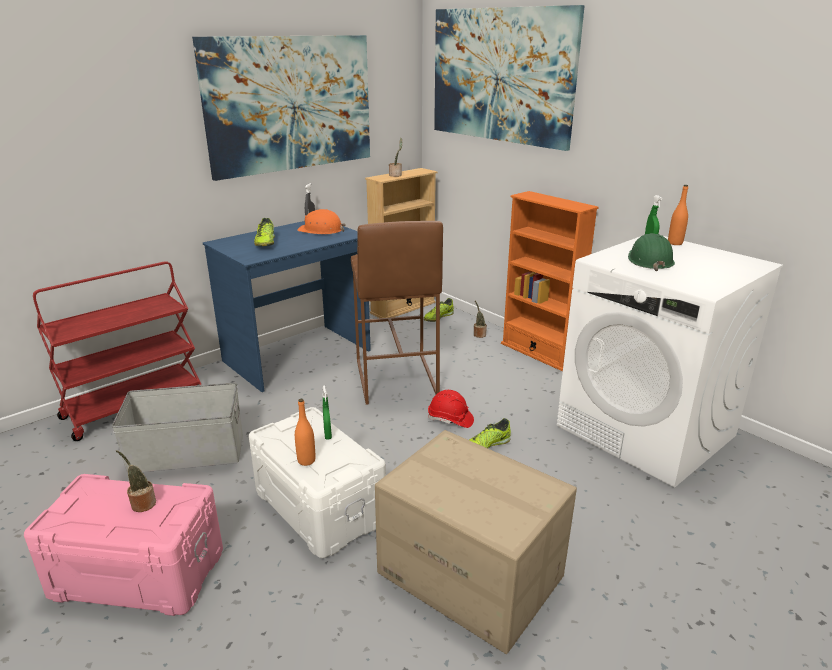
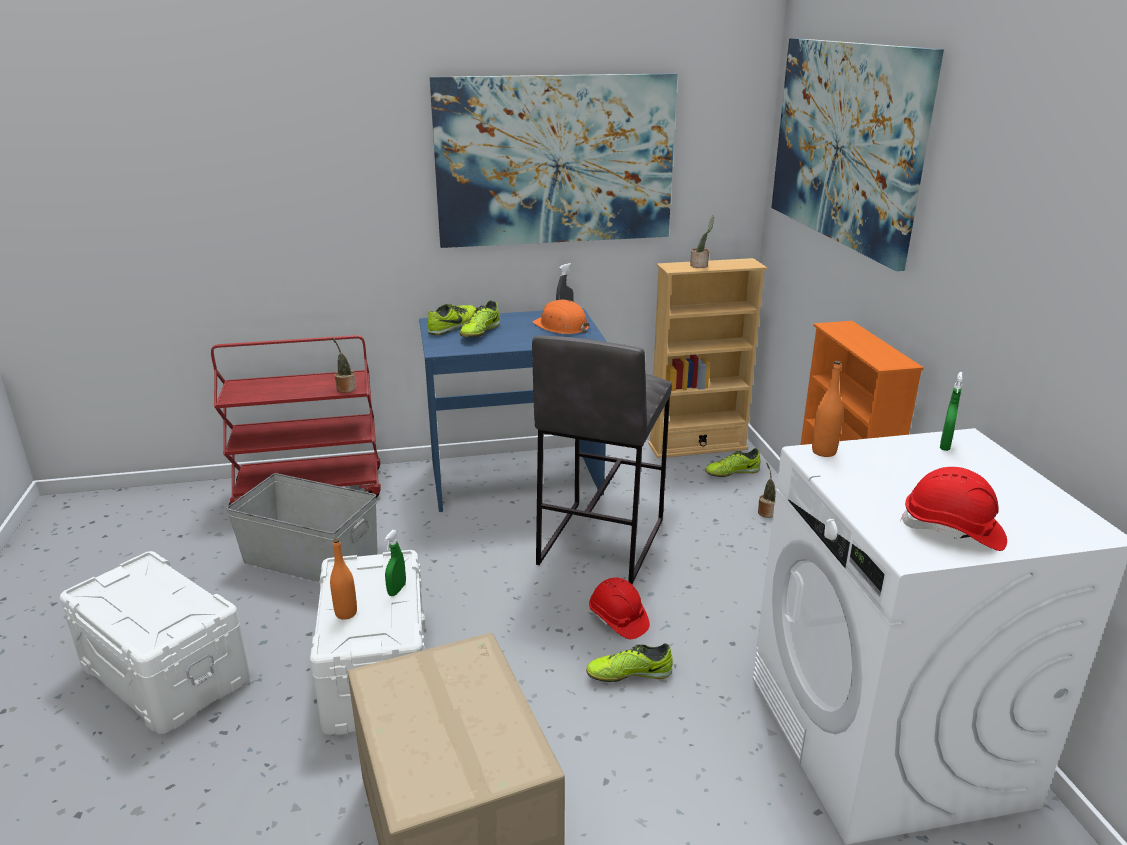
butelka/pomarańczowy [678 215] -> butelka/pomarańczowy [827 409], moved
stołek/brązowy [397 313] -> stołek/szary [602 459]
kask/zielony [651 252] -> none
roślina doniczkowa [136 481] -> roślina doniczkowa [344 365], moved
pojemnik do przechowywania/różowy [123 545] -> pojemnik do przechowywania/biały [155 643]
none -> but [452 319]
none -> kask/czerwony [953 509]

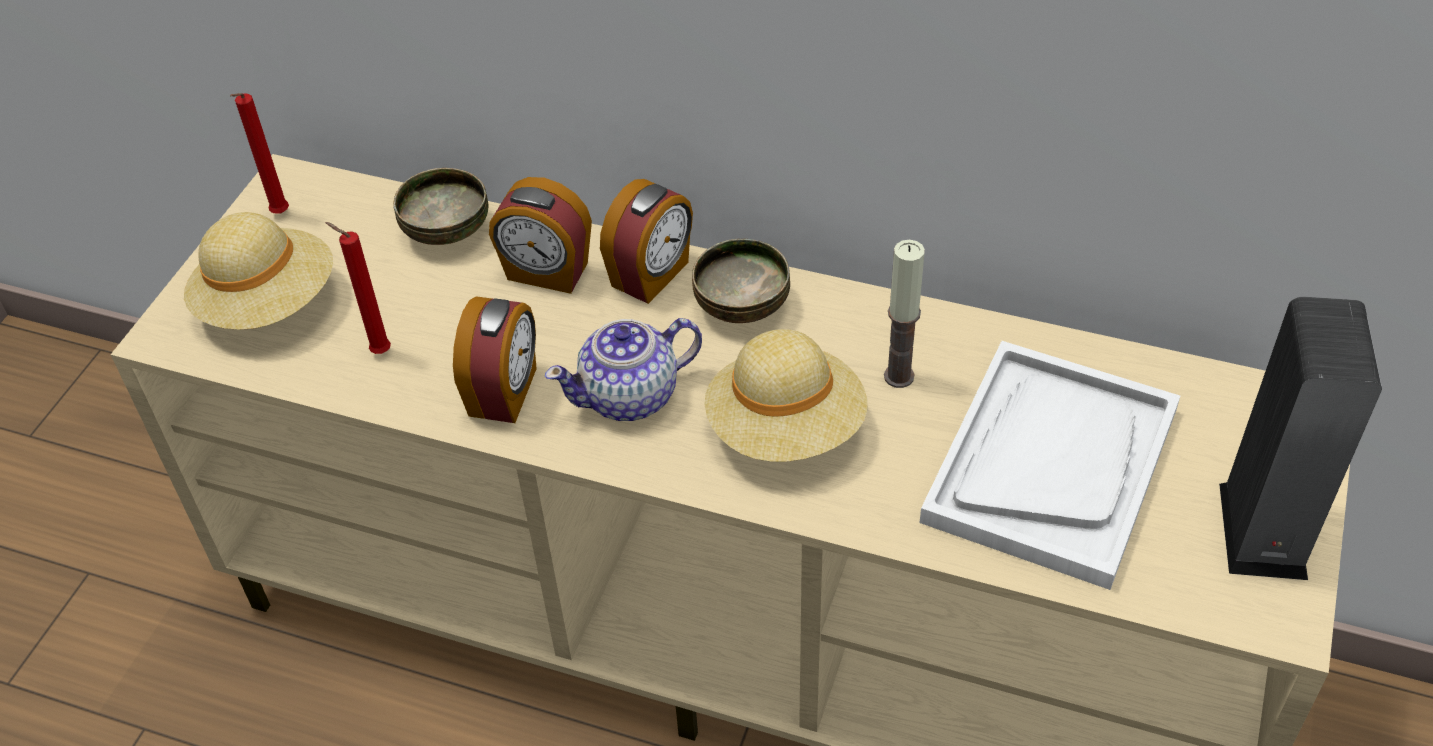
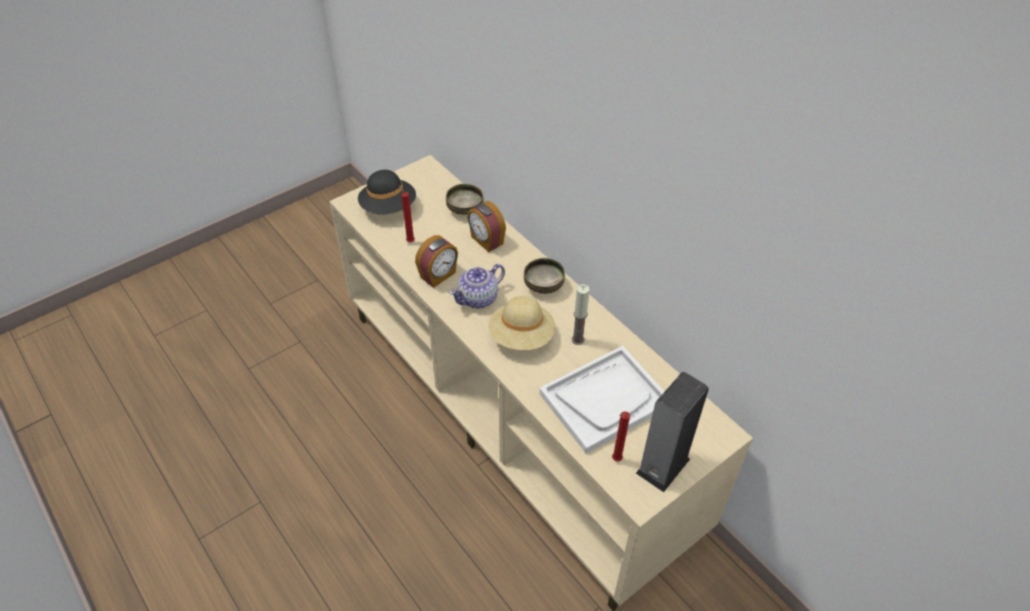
świeca/czerwony [259 153] -> świeca/czerwony [621 436], moved
budzik [646 241] -> none
kapelusz/beżowy [258 271] -> kapelusz/czarny [387 192]
imbryk [623 369] -> imbryk [477 286], 45 degrees counterclockwise

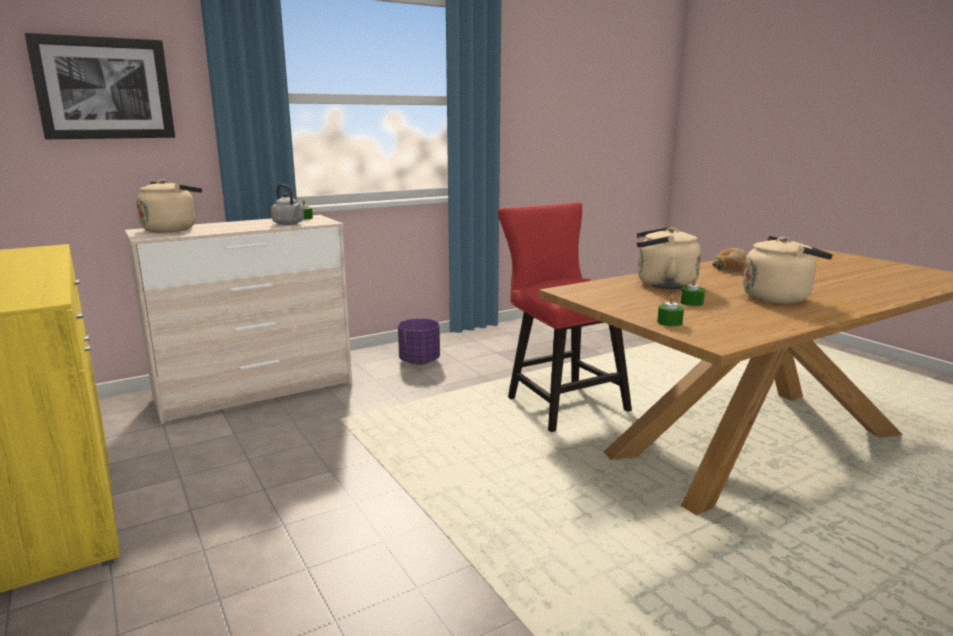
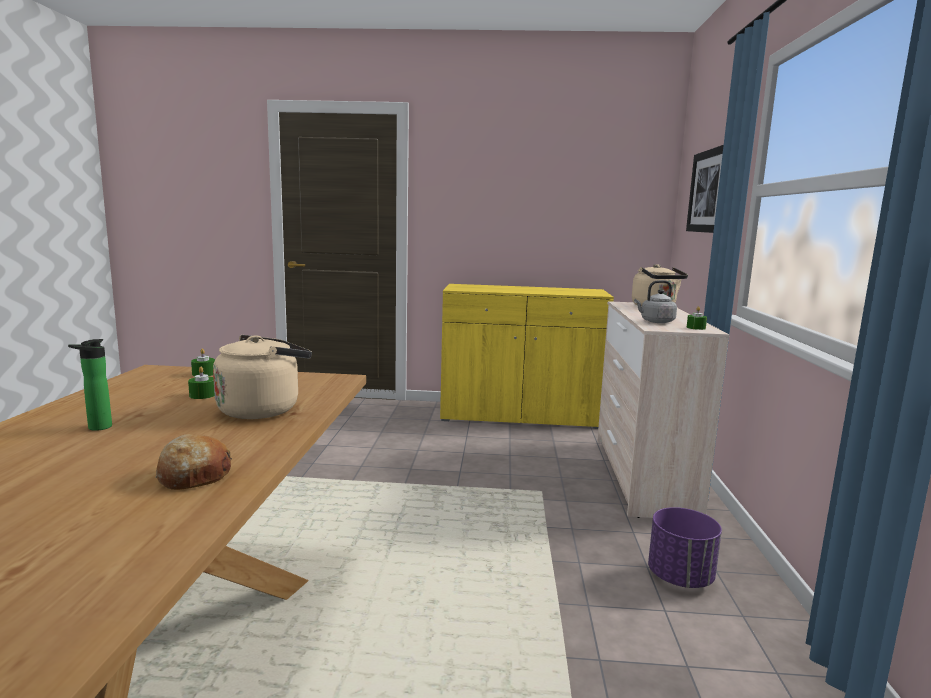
krzesło/czerwony [565 317] -> none
czajnik/beżowy [788 270] -> butelka [90 385]

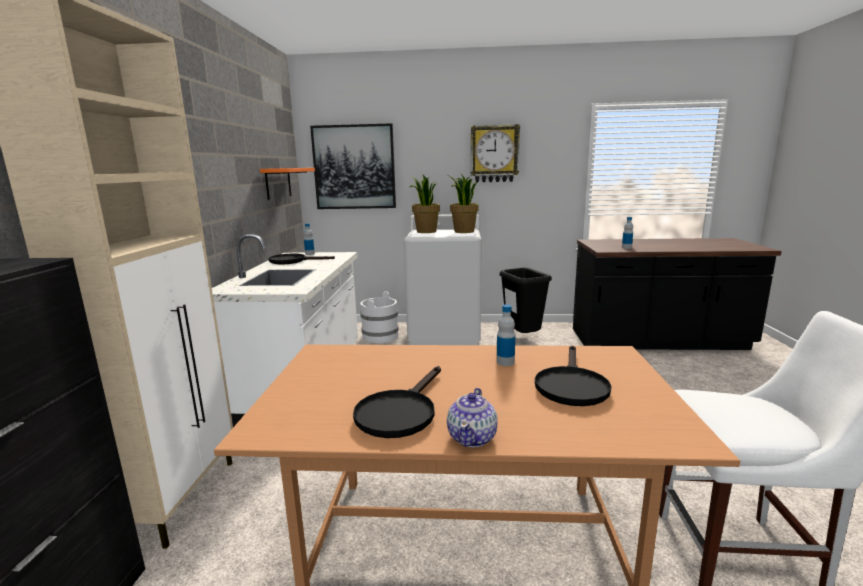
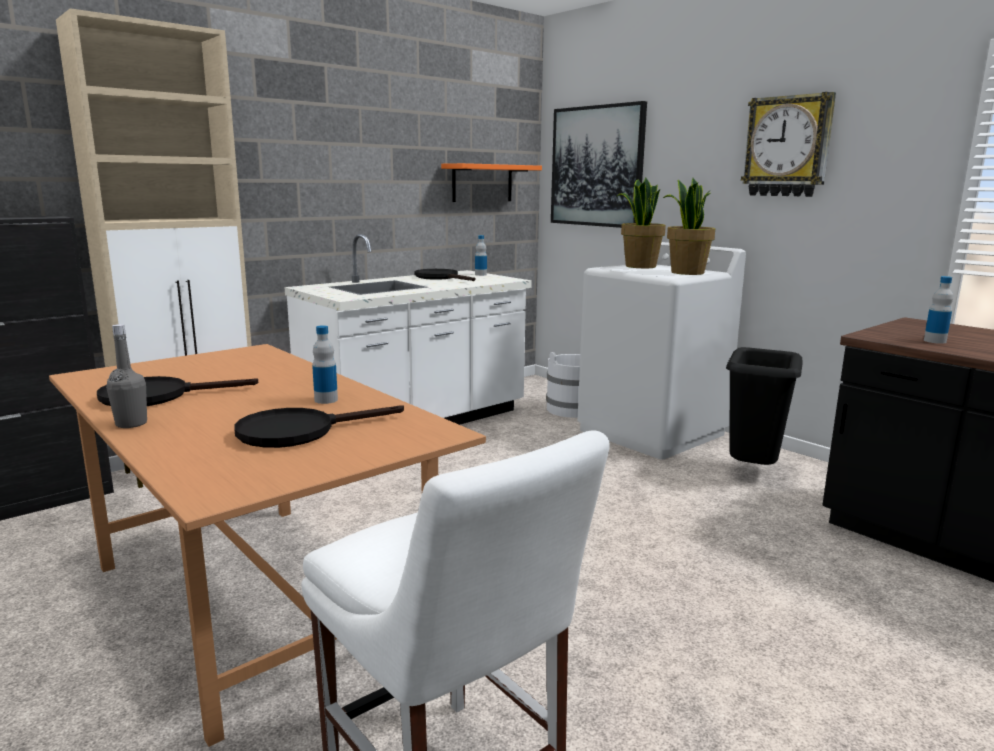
imbryk [472 417] -> butelka/szary [126 376]

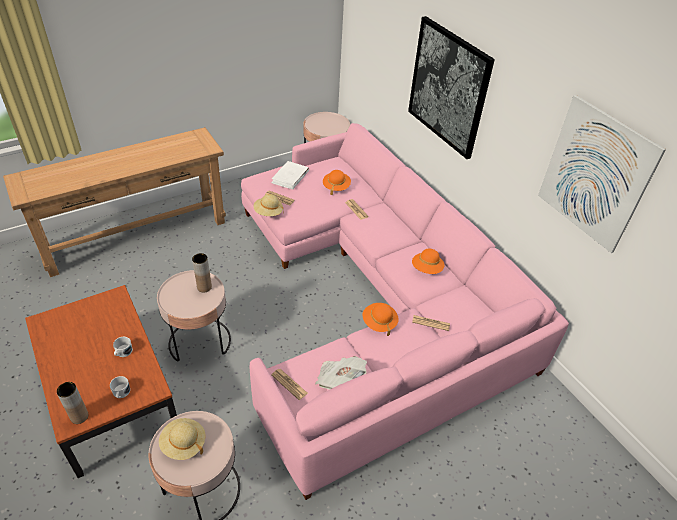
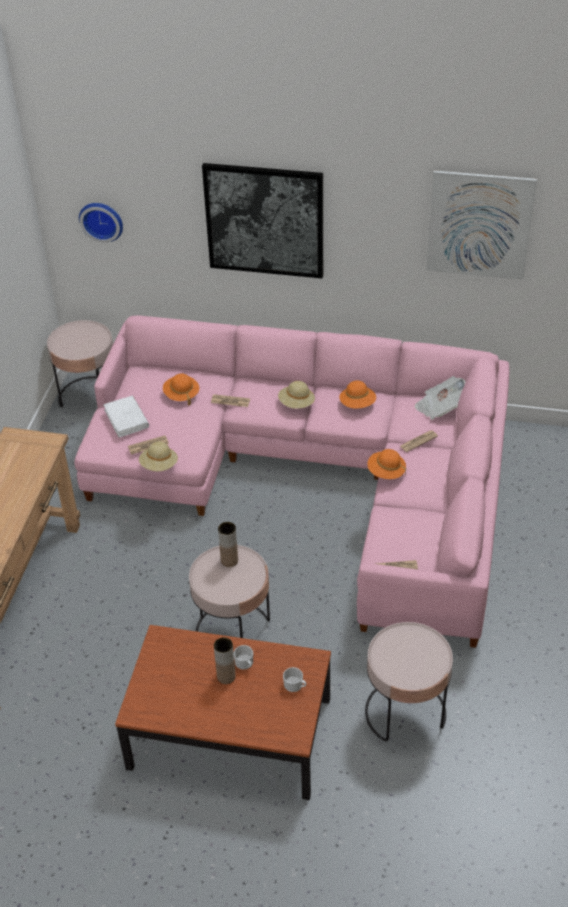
gazeta [341 373] -> gazeta [440 398], moved
wazon/brązowy [73 403] -> wazon/brązowy [225 660], moved
kapelusz/beżowy [182 439] -> kapelusz/beżowy [296 395], moved
none -> zegar ścienny [101 223]

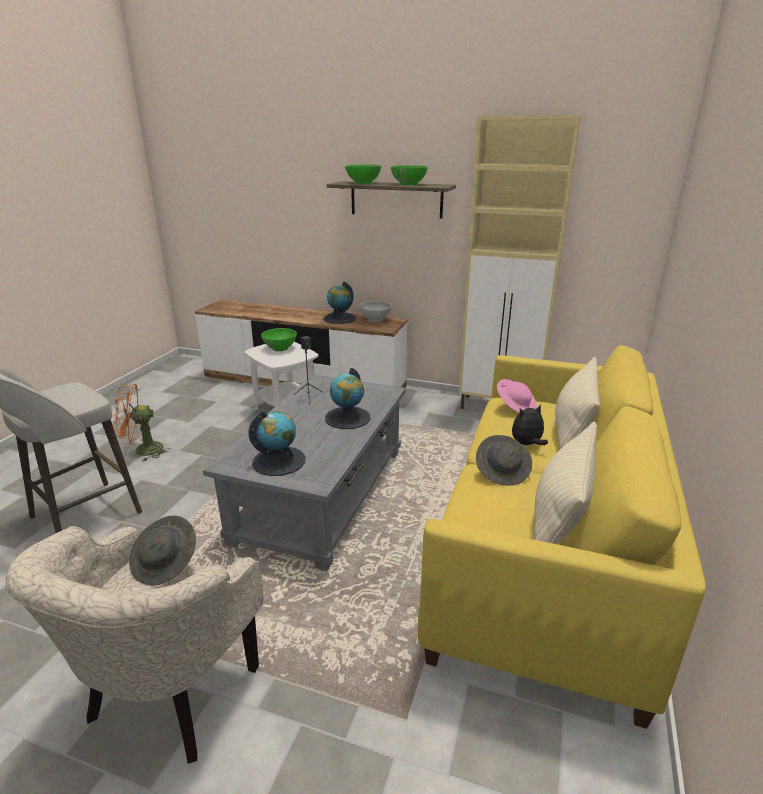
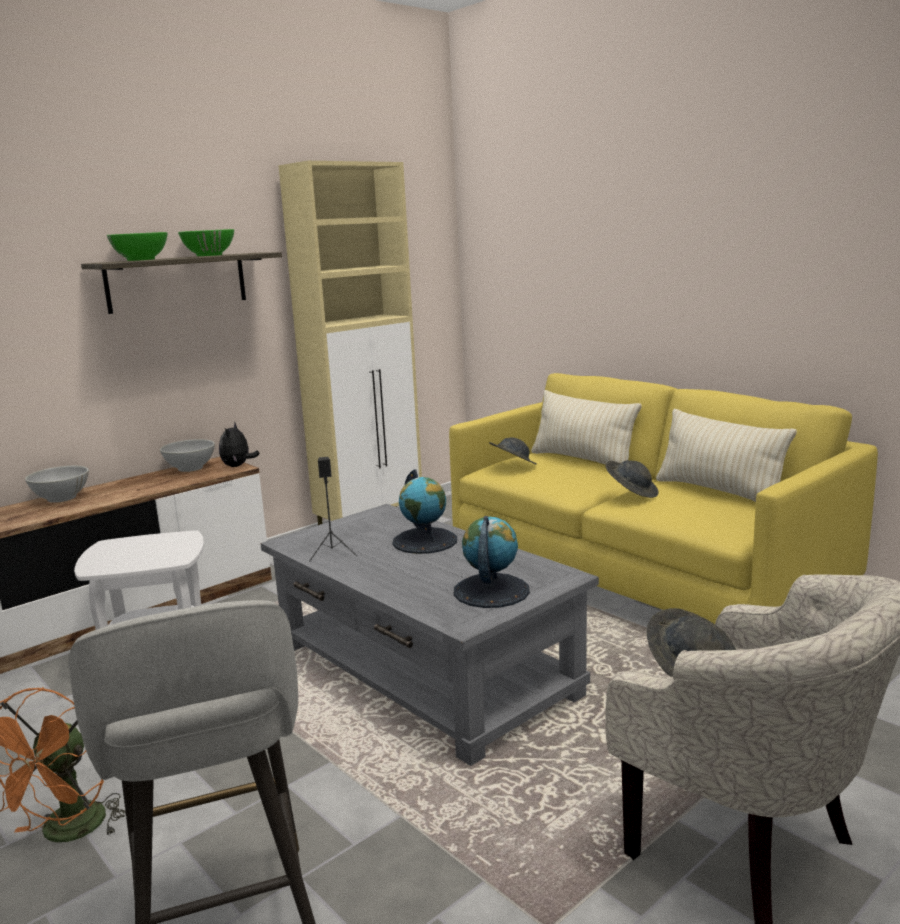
globus [339 303] -> none
miska/zielony [279 339] -> none
kapelusz/różowy [517 396] -> kapelusz/szary [513 451]
pluszak [530 424] -> pluszak [239 445], moved
none -> miska/biały [57 484]

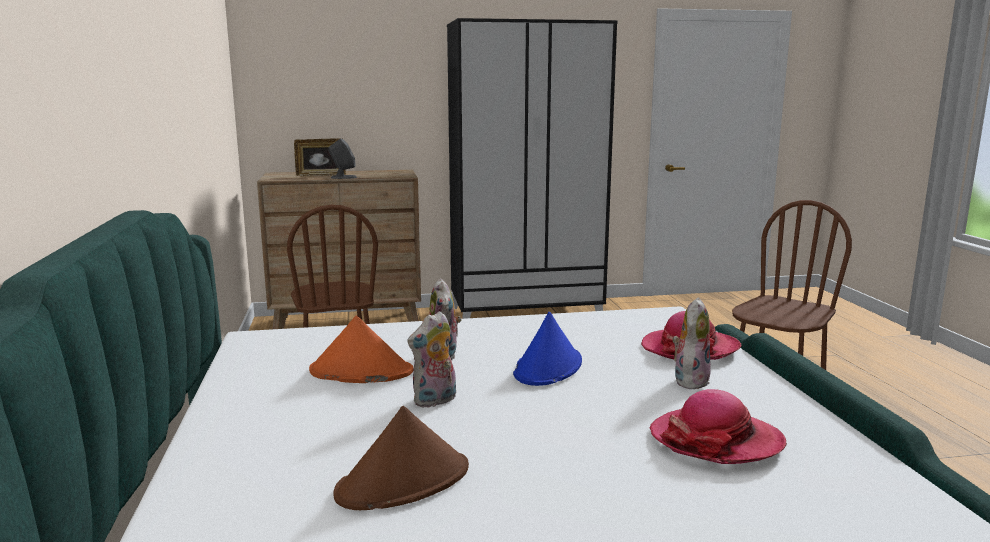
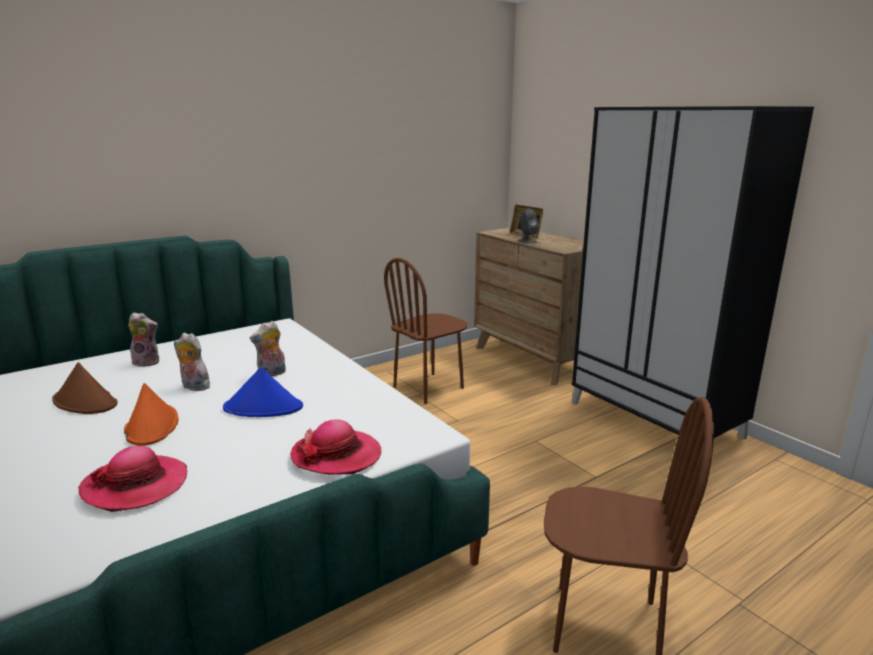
pluszak [691 344] -> pluszak [143 339], moved
kapelusz/pomarańczowy [361 349] -> kapelusz/pomarańczowy [151 414], moved

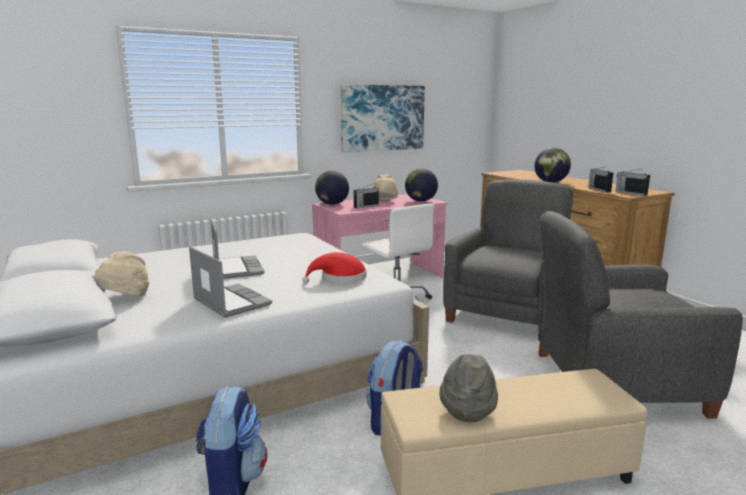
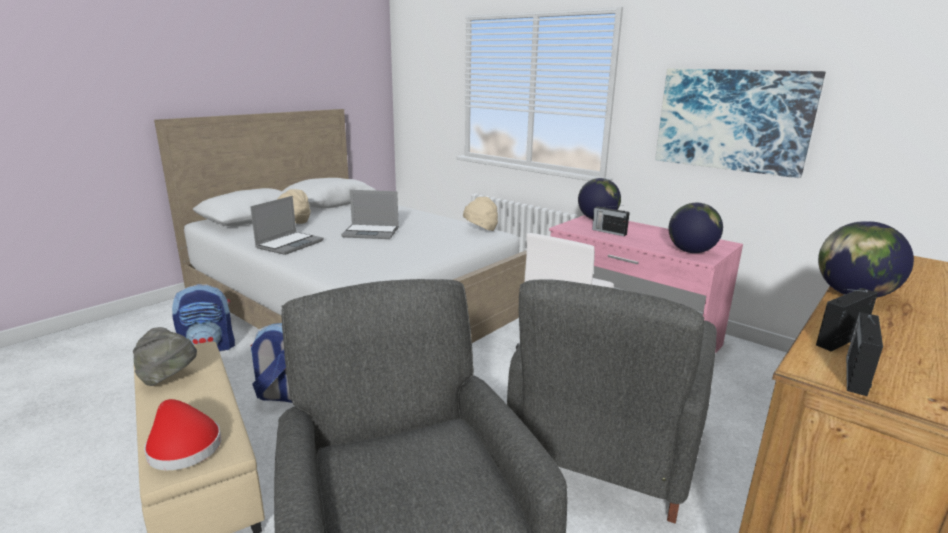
kapelusz/beżowy [385 187] -> kapelusz/beżowy [480 214], moved
fotel/szary [508 253] -> fotel/szary [612 401], 105 degrees clockwise
laptop [238 249] -> laptop [370 214], 45 degrees clockwise
kapelusz/czerwony [334 267] -> kapelusz/czerwony [182 434], moved

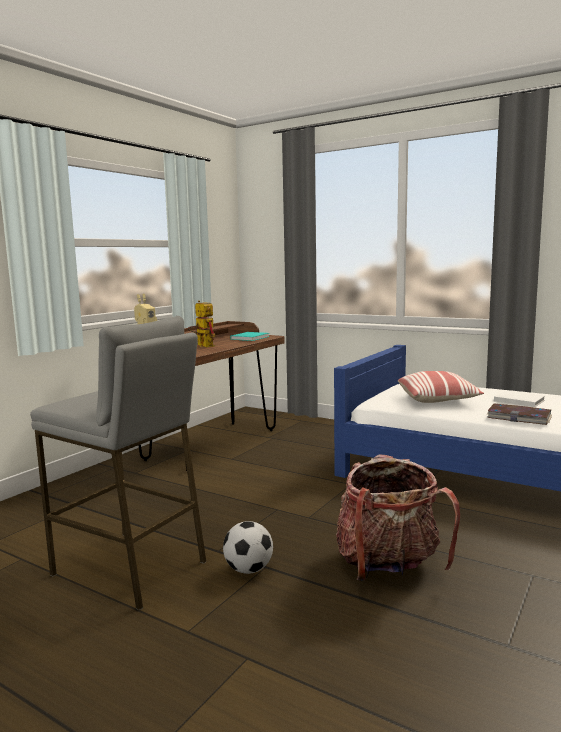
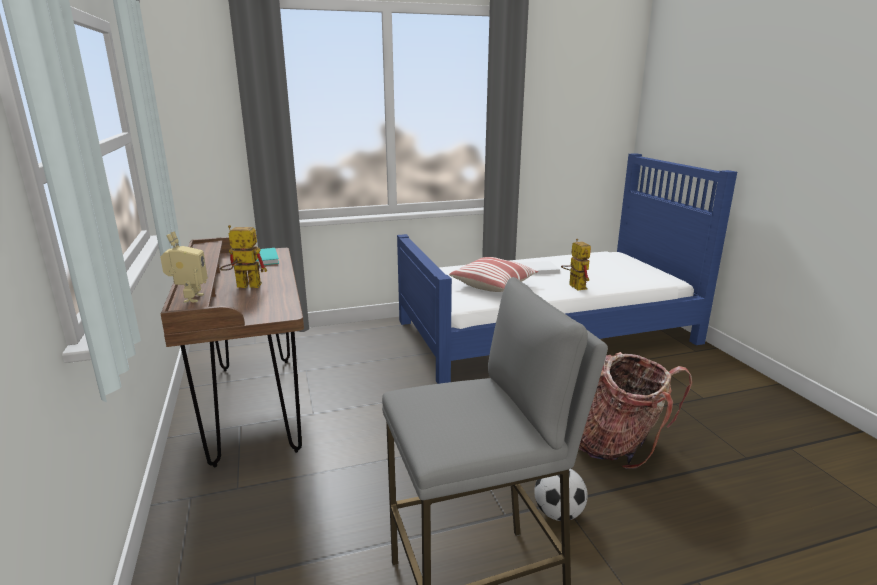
książka [519 414] -> robot zabawkowy [576 265]

